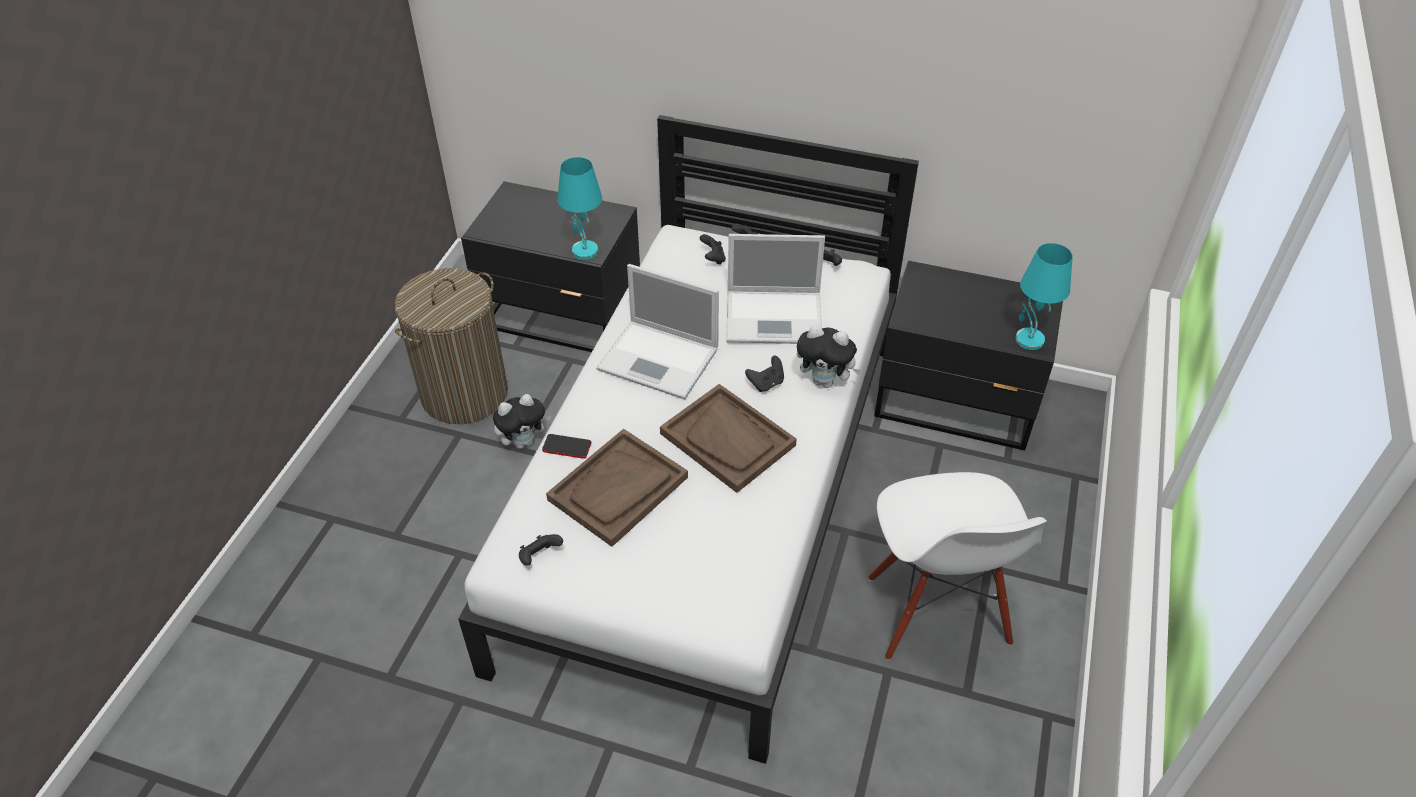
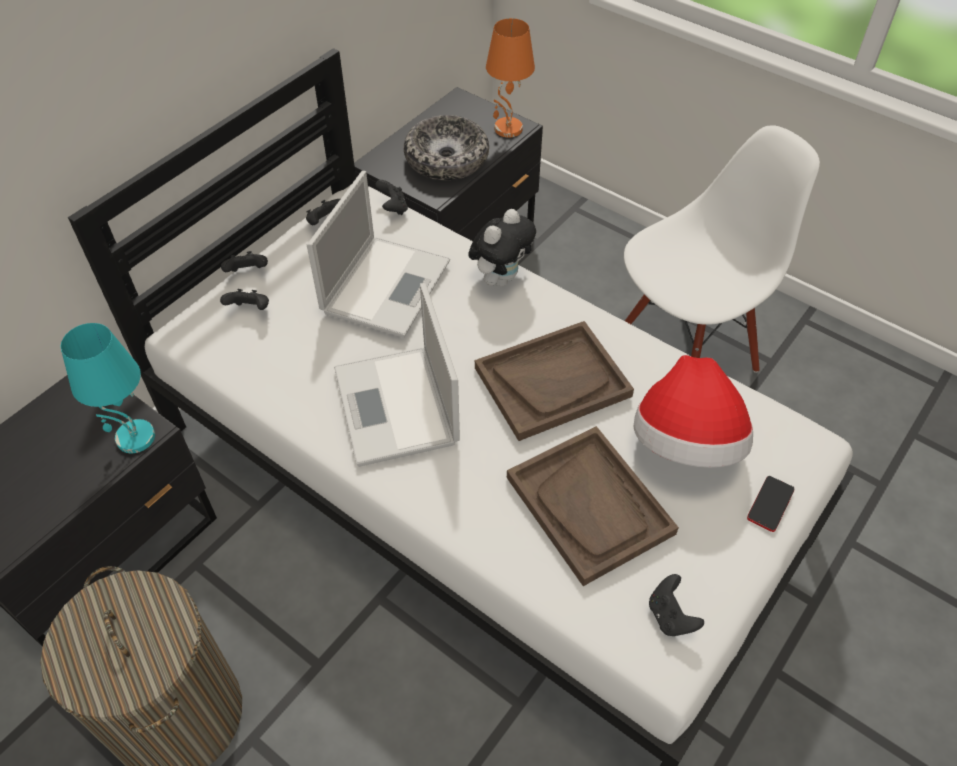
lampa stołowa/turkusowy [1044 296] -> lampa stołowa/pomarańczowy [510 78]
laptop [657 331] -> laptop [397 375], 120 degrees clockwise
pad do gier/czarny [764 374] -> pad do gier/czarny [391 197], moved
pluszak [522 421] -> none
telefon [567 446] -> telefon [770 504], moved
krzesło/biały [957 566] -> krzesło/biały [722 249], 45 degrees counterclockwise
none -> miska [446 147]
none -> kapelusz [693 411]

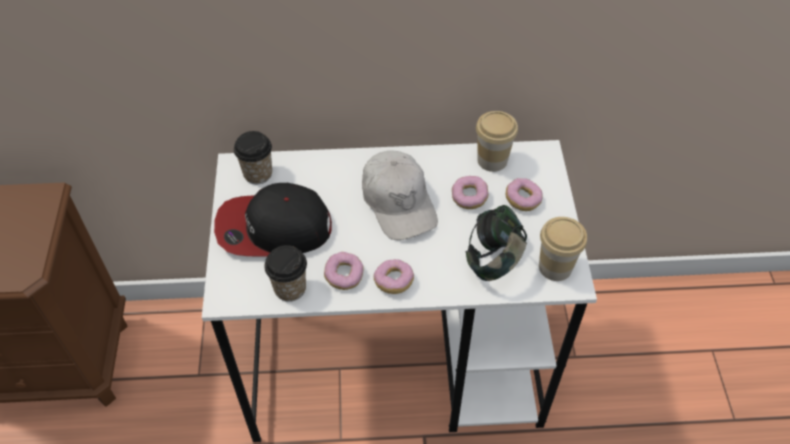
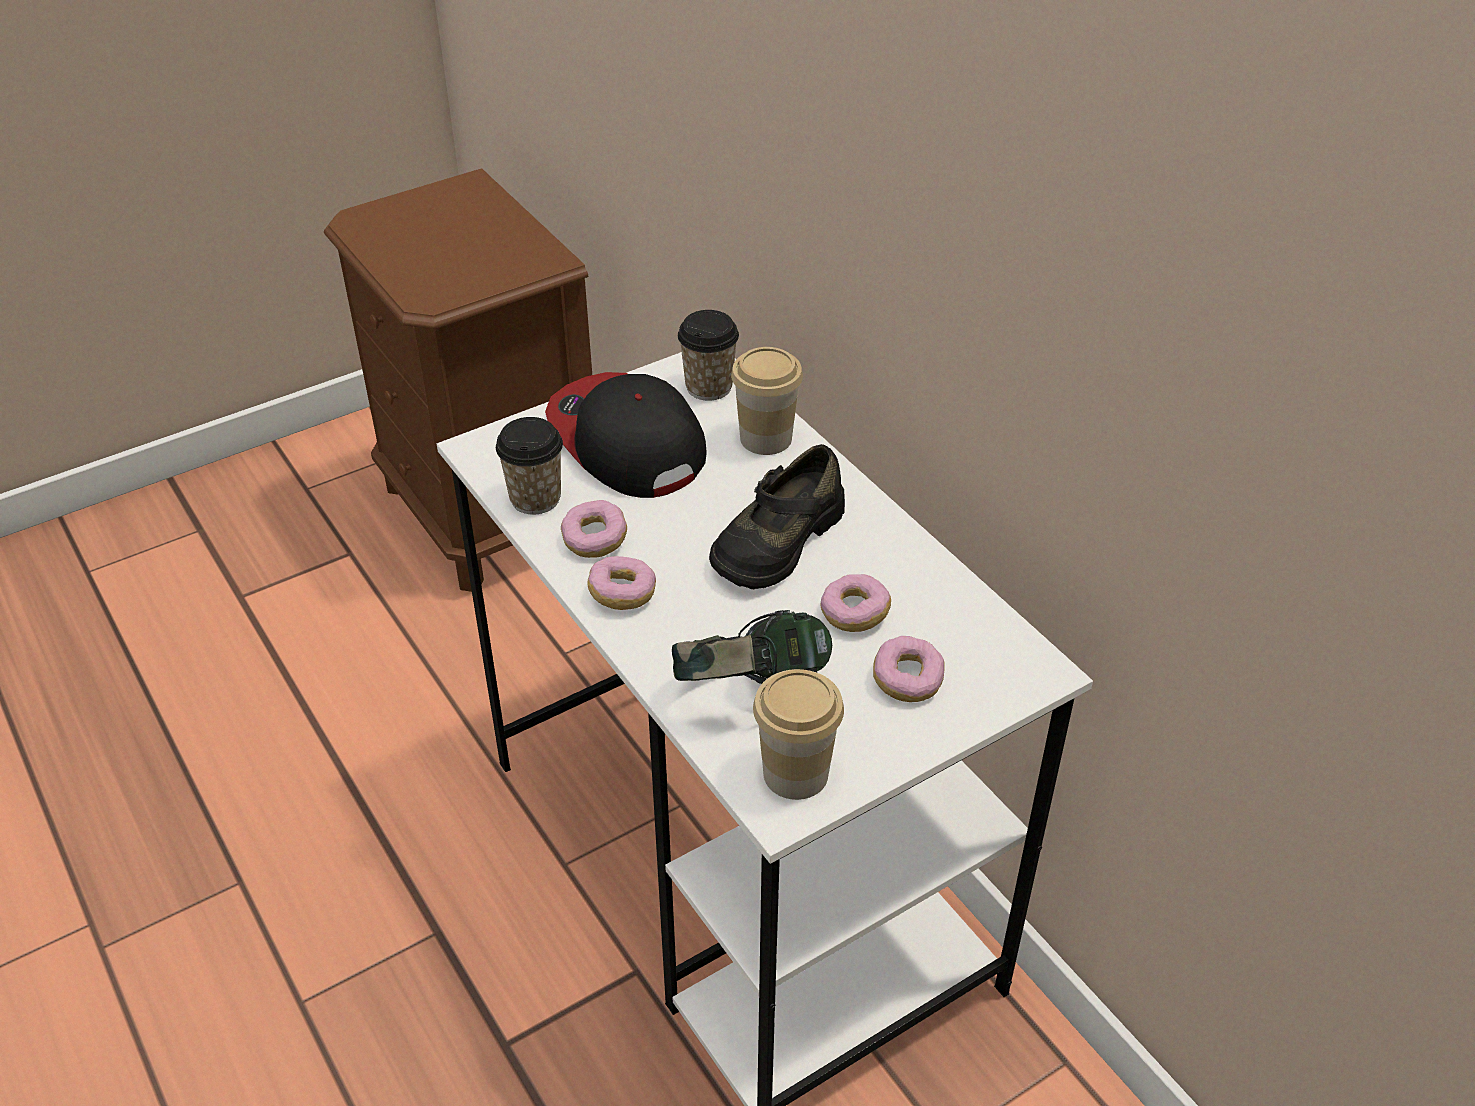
filiżanka [497 141] -> filiżanka [767 401], moved
czapka z daszkiem/biały [400 195] -> but/czarny [777 516]

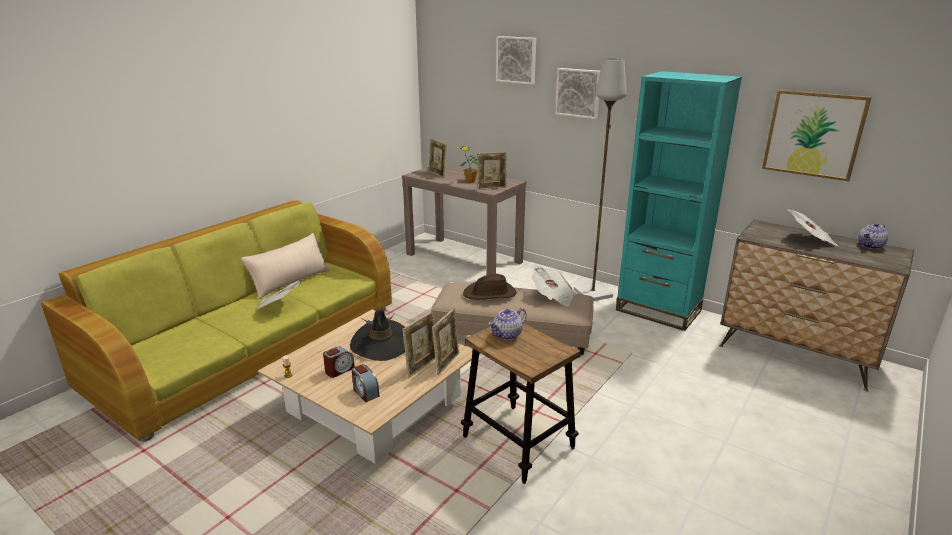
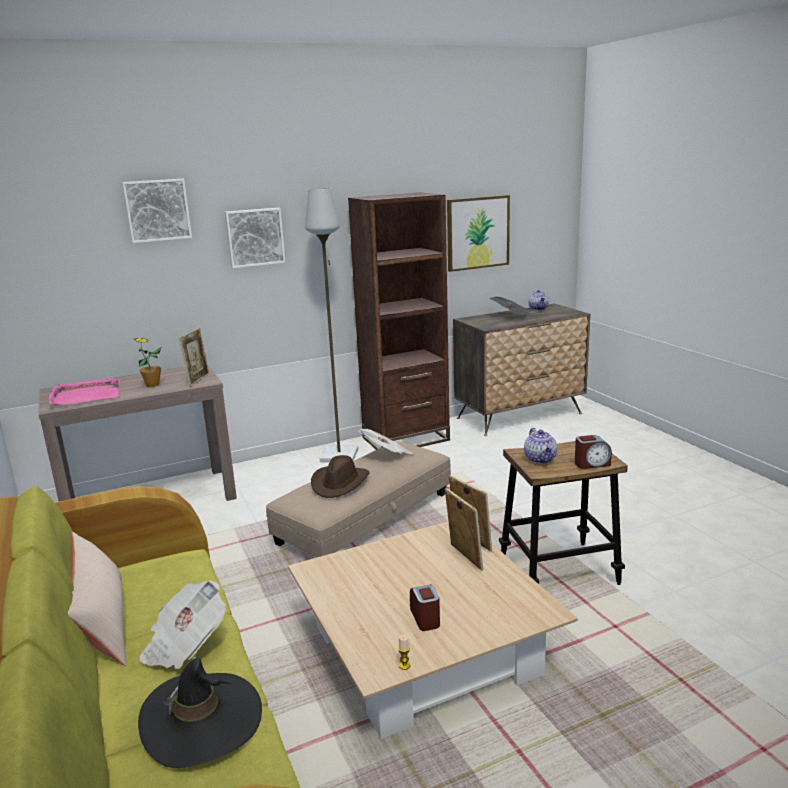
regał/turkusowy [679 201] -> regał/brązowy [399 321]
ramka na zdjęcie [438 158] -> taca/różowy [84 392]
kapelusz/czarny [377 335] -> kapelusz/czarny [200 712], moved
budzik [365 383] -> budzik [593 452], moved

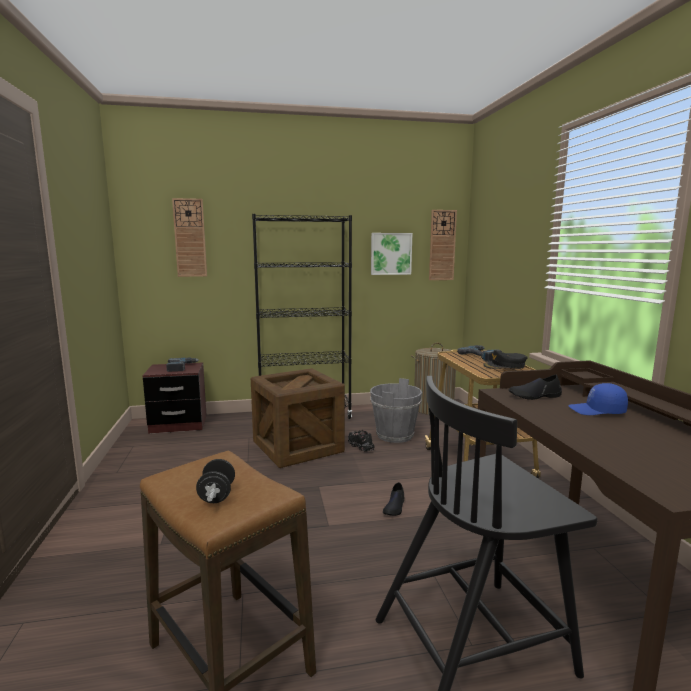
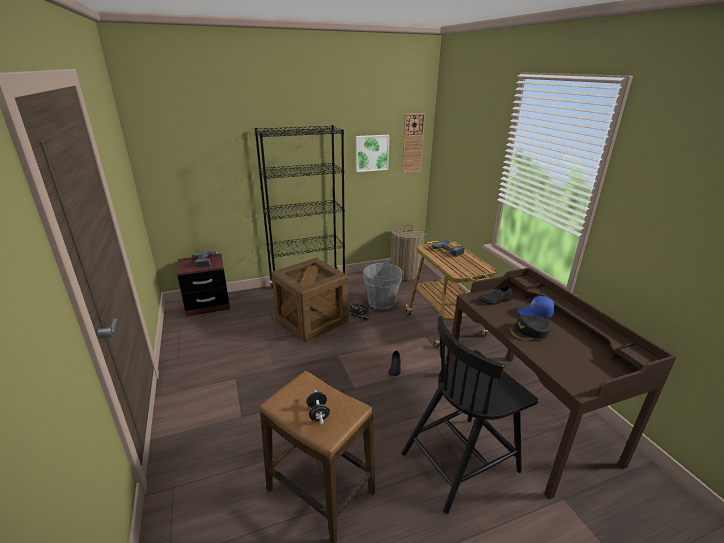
zegar ścienny [189 237] -> none
czapka z daszkiem/czarny [505 359] -> czapka z daszkiem/czarny [530 328], moved

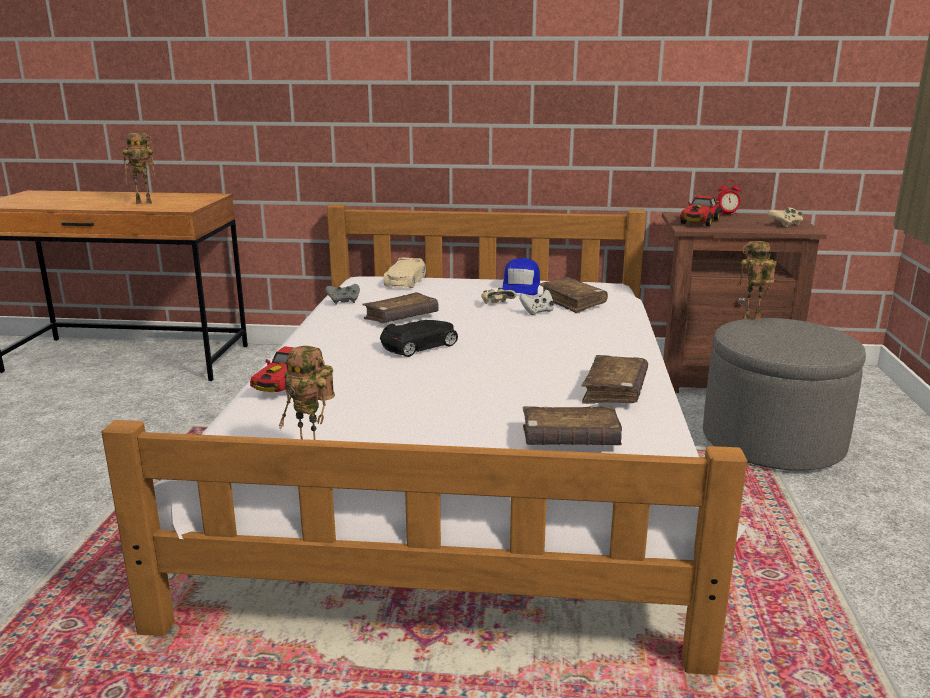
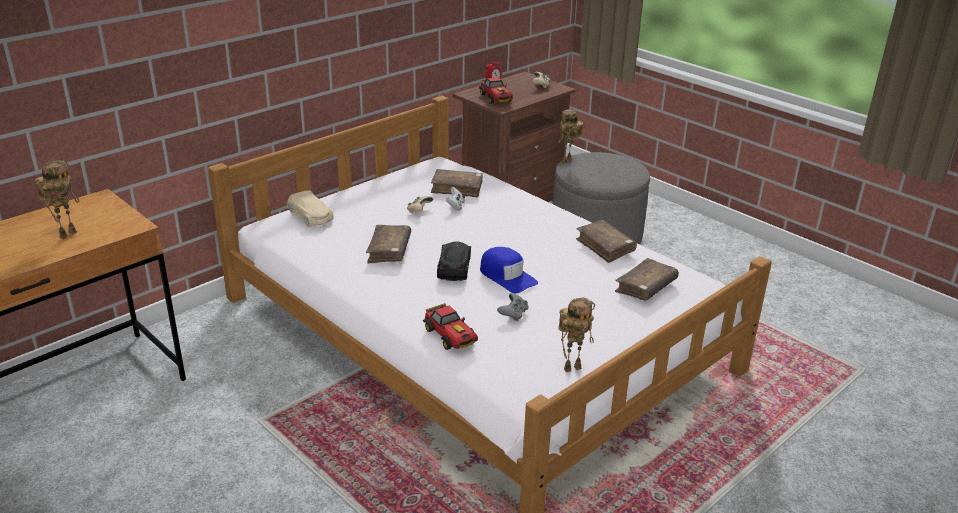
czapka z daszkiem/niebieski [521 276] -> czapka z daszkiem/niebieski [509 270], moved
pad do gier/szary [342 294] -> pad do gier/szary [513 307], moved

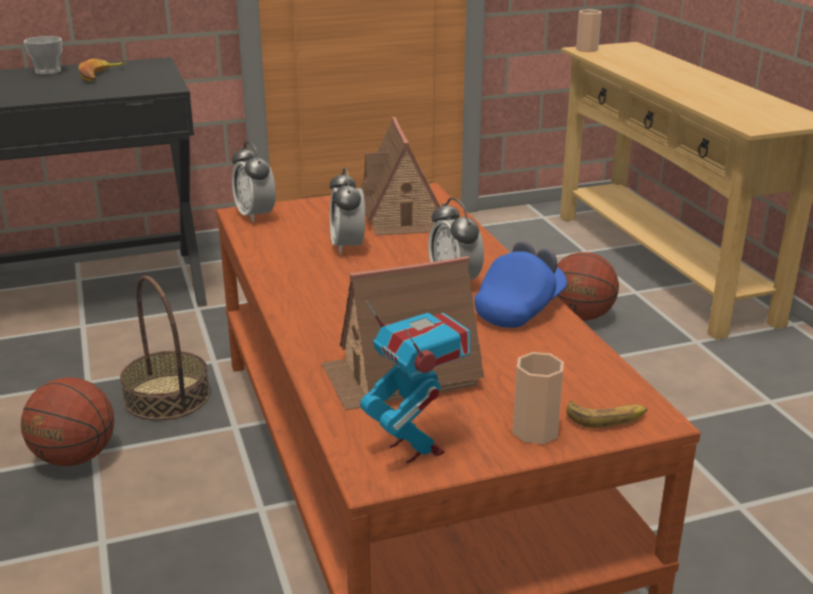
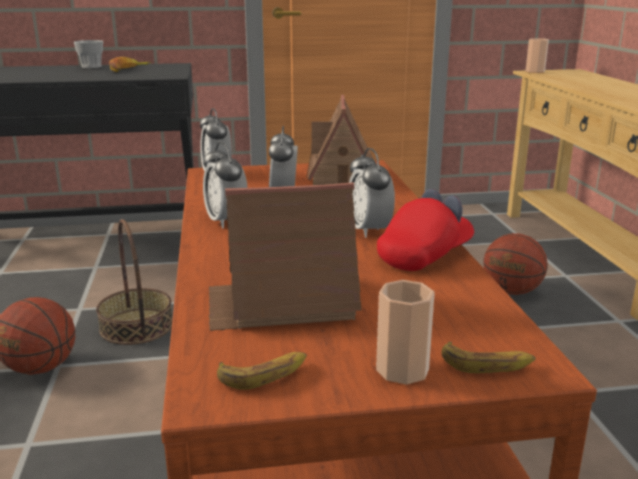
czapka z daszkiem/niebieski [521 284] -> czapka z daszkiem/czerwony [425 230]
robot zabawkowy [415 382] -> banan [262 371]
none -> budzik [225 185]

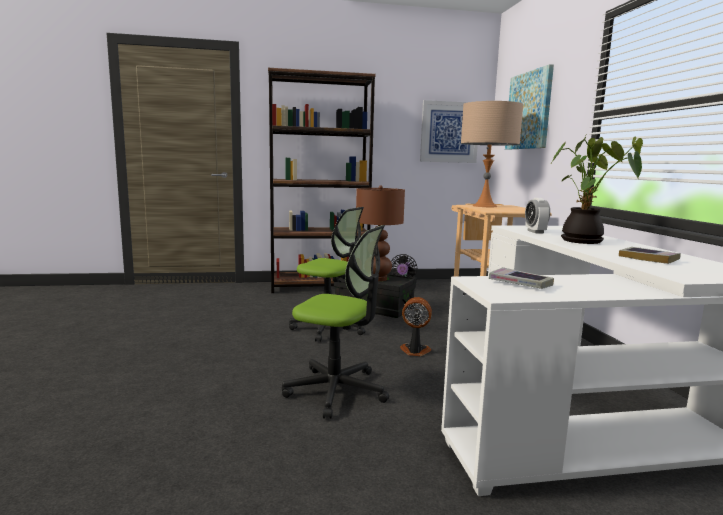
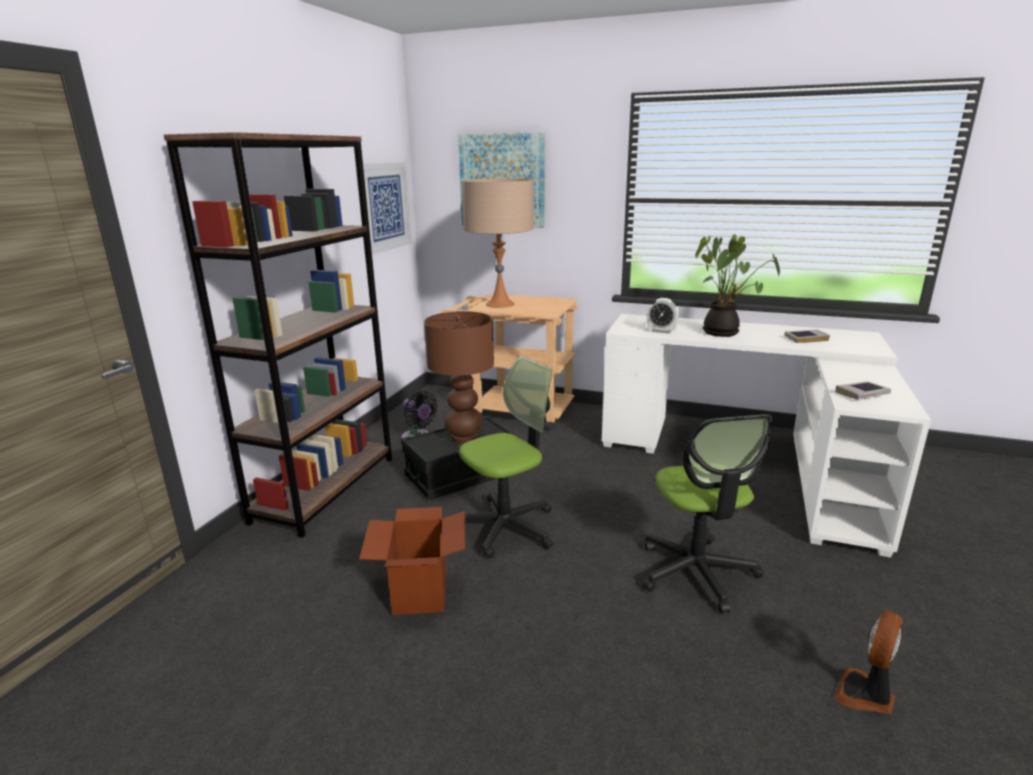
krzesło biurowe [335 322] -> krzesło biurowe [707 514], 120 degrees clockwise
wentylator [416 326] -> wentylator [868 662], moved
none -> karton [412 561]

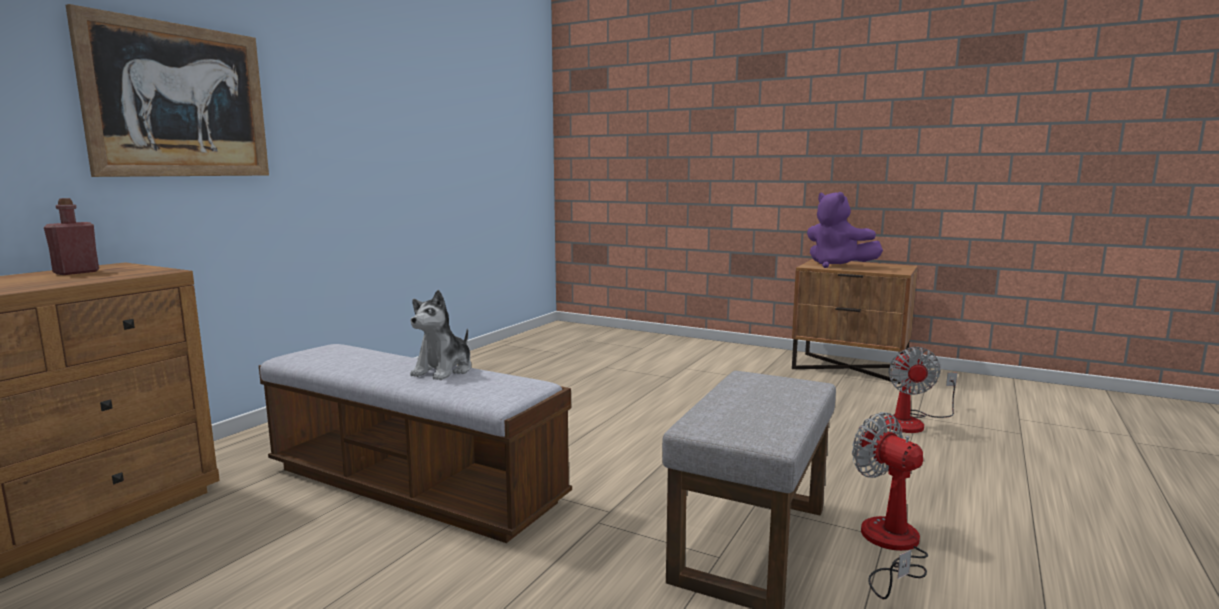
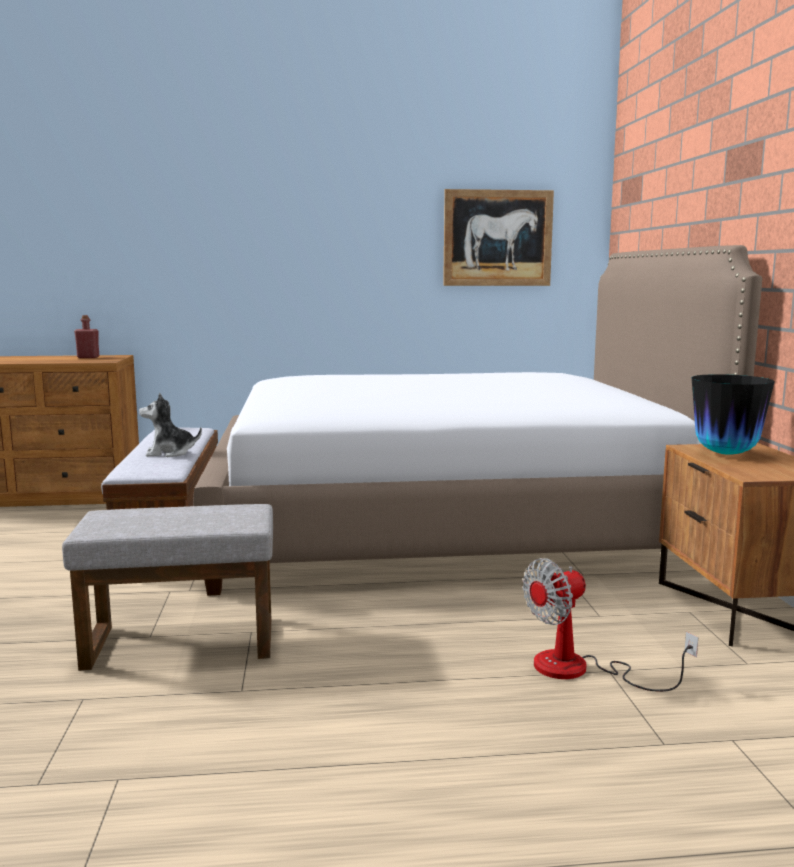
obraz [167 90] -> obraz [498 237], moved
pluszak/fioletowy [845 230] -> wazon [733 414]
wentylator [890 505] -> none
none -> łóżko [477 420]

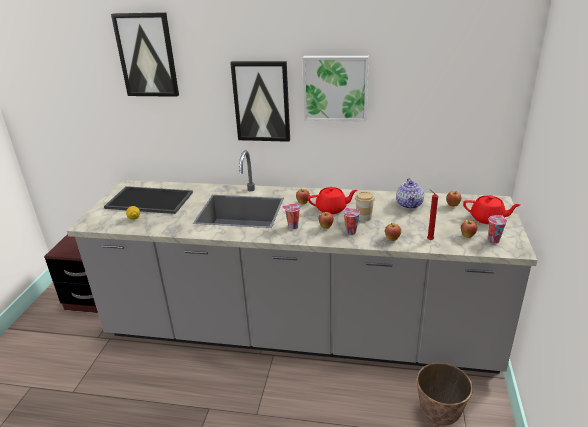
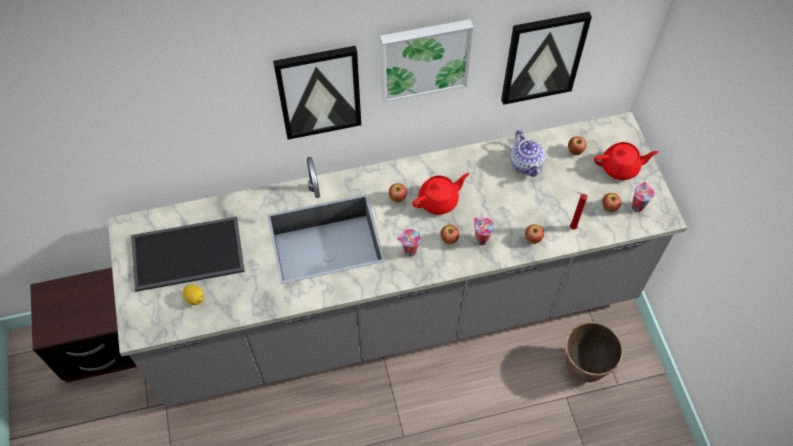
obraz [145 54] -> obraz [546 58], moved
filiżanka [365 206] -> none

